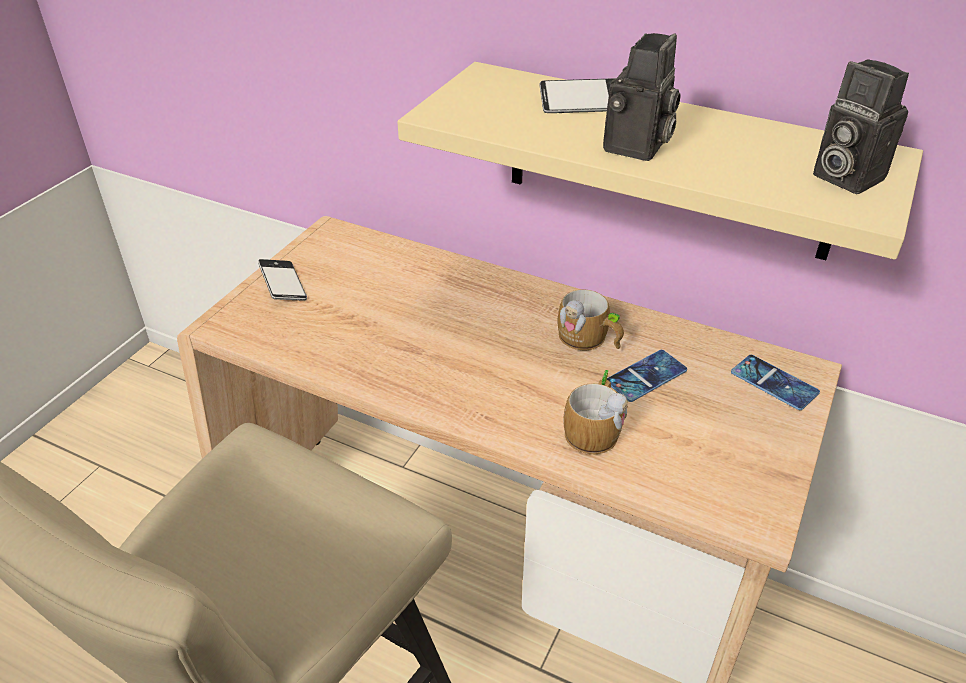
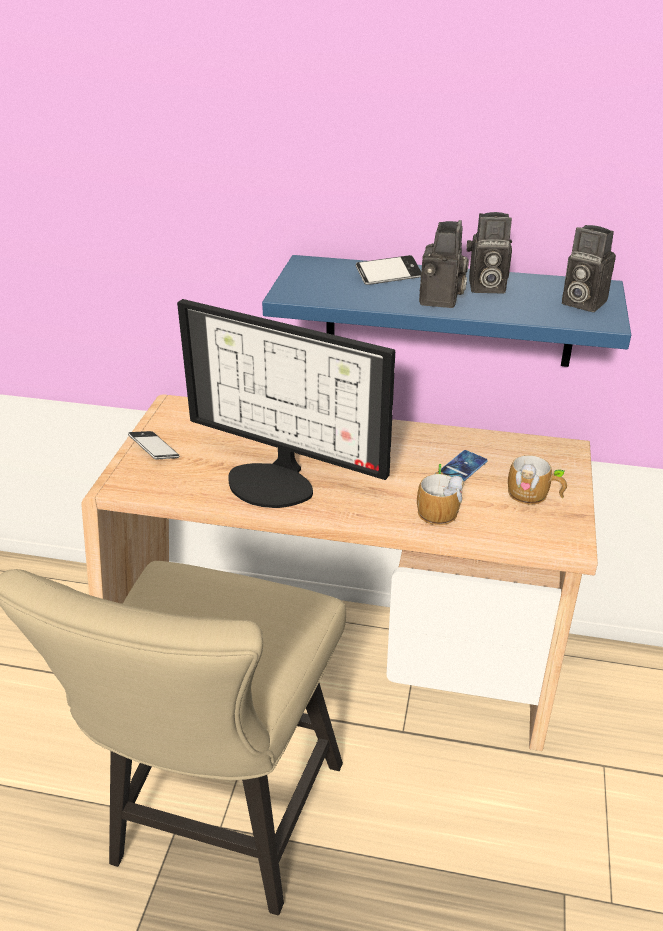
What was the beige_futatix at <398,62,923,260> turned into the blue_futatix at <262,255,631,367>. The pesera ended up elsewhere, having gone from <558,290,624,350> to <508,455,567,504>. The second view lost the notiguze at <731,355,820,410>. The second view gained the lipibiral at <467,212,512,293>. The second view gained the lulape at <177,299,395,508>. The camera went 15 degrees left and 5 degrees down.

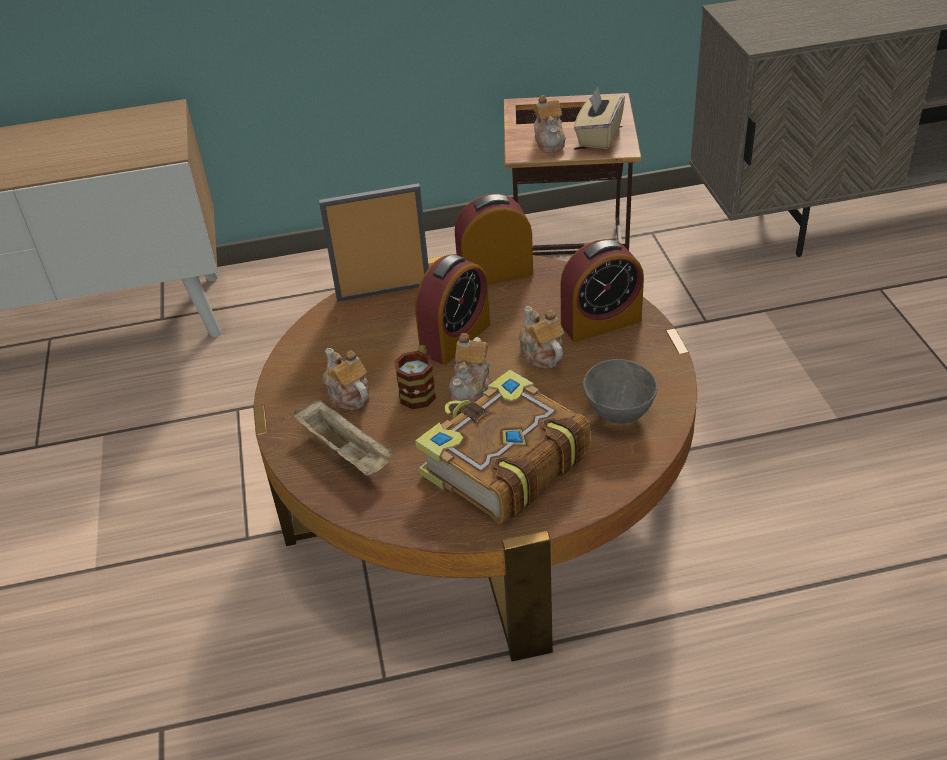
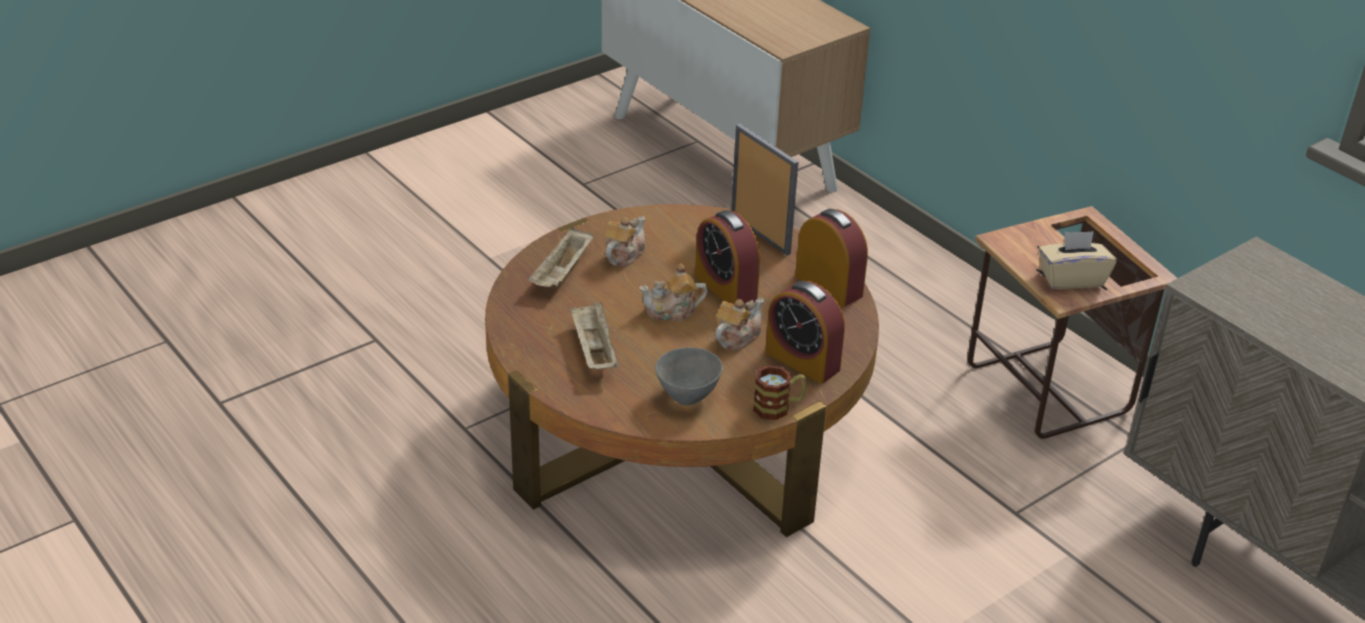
The second view lost the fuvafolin at <534,95,566,153>. The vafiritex at <415,254,490,365> ended up facing another way, 45 degrees clockwise from before. The pesera ended up elsewhere, having gone from <394,345,436,409> to <753,365,807,420>. Where the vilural stood at <415,370,591,523>, the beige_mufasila came to stand at <570,302,618,369>. The camera went 60 degrees right and 5 degrees down.

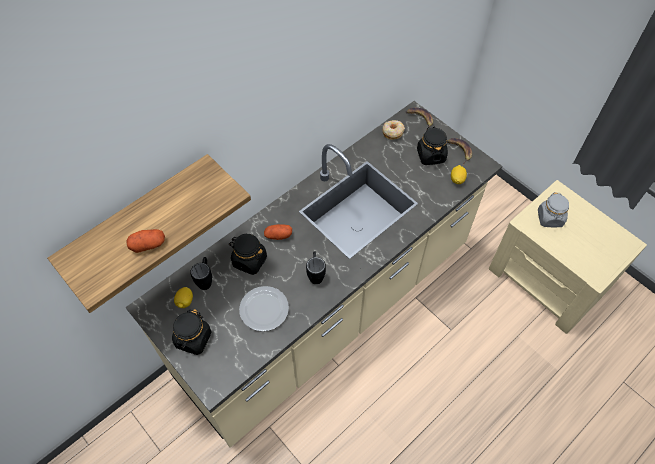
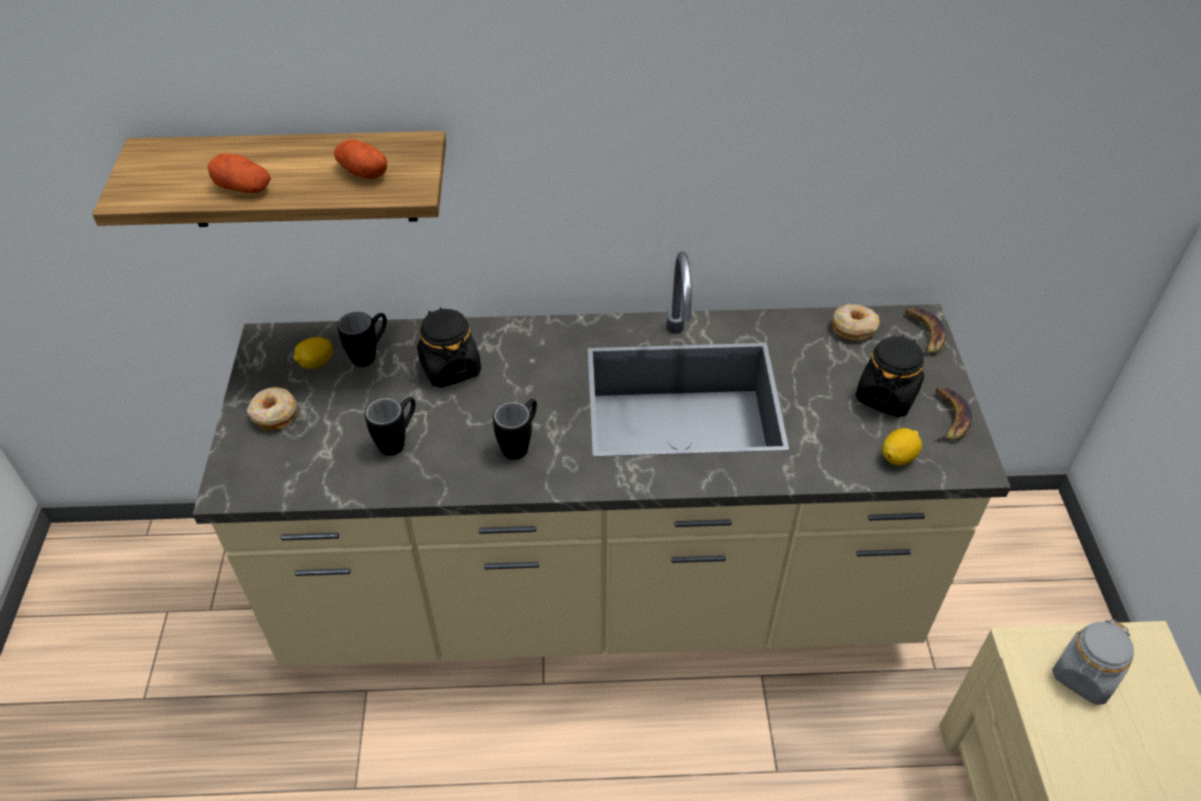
The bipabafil ended up elsewhere, having gone from <264,224,292,240> to <334,140,387,179>. Where the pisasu stood at <239,286,289,331>, the black_pesera came to stand at <365,397,416,456>. Where the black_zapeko stood at <172,309,212,355>, the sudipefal came to stand at <247,387,297,431>. The camera went 40 degrees right and 10 degrees down.

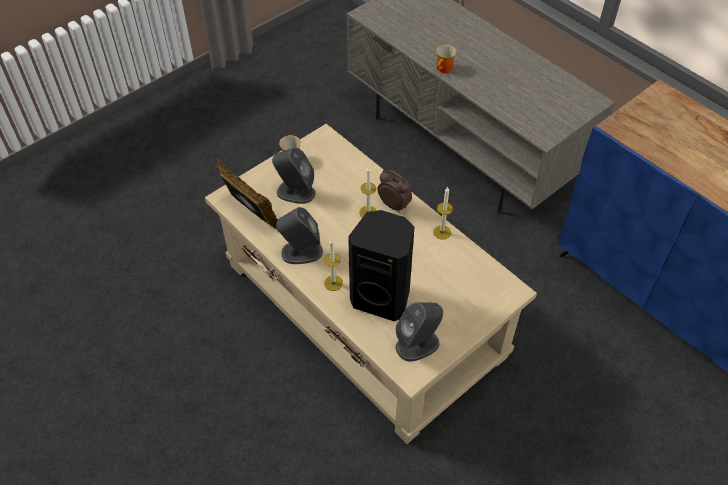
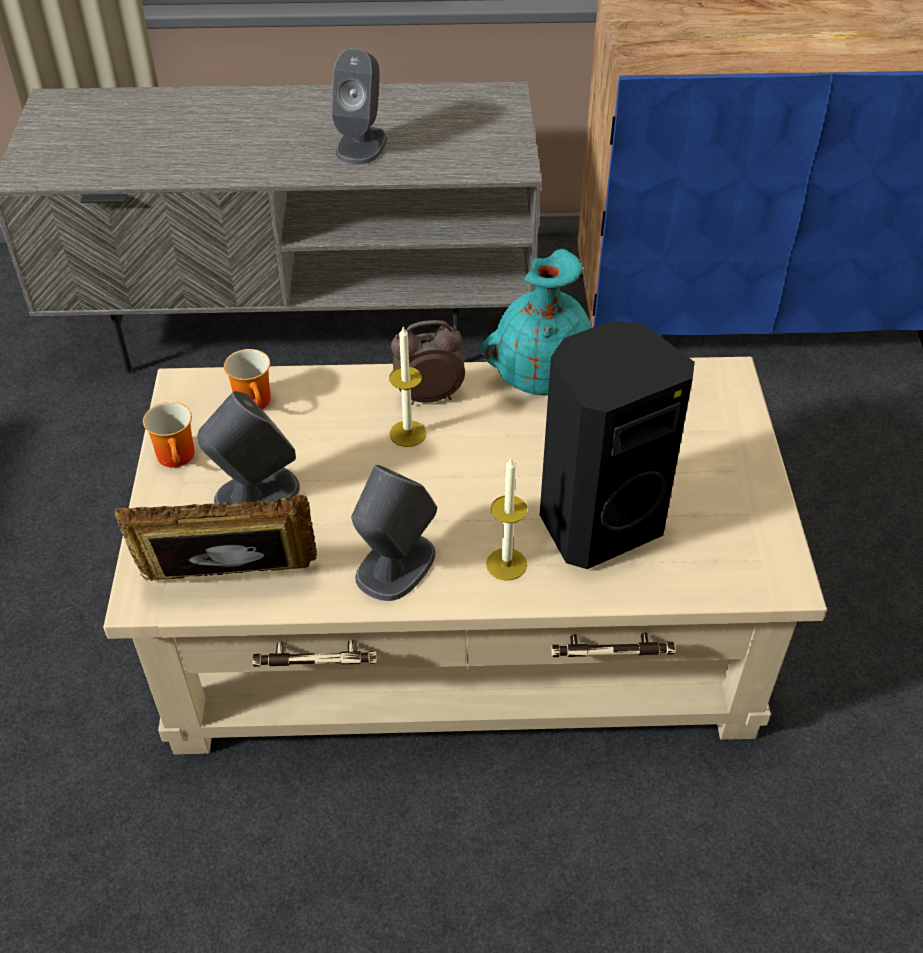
The pesera ended up elsewhere, having gone from <436,45,456,73> to <224,349,271,409>. Where the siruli stood at <433,187,453,240>, the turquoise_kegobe came to stand at <482,249,593,395>. The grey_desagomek ended up elsewhere, having gone from <396,302,443,361> to <331,48,387,164>. The camera went 50 degrees left and 5 degrees down.

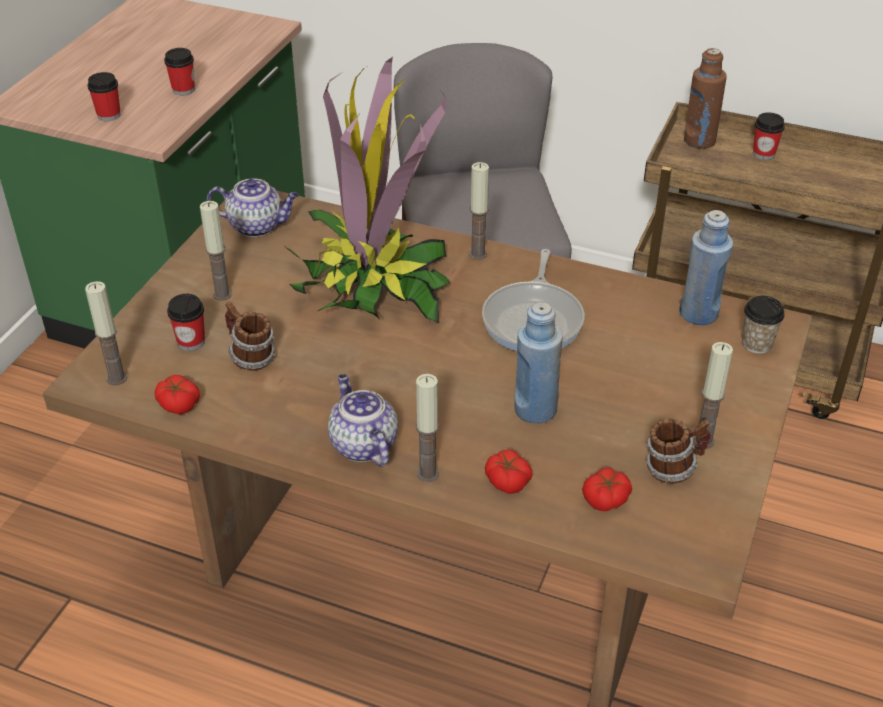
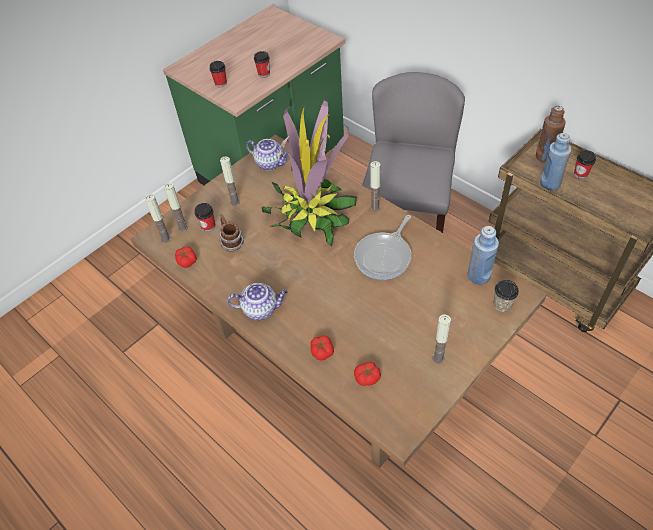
The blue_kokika ended up elsewhere, having gone from <515,302,562,424> to <540,133,572,191>. The fuvafolin at <328,374,398,467> ended up facing another way, 90 degrees clockwise from before. The siruli ended up elsewhere, having gone from <416,374,439,482> to <164,183,188,232>. The second view lost the pesera at <645,418,711,484>. The camera went 25 degrees right and 10 degrees up.

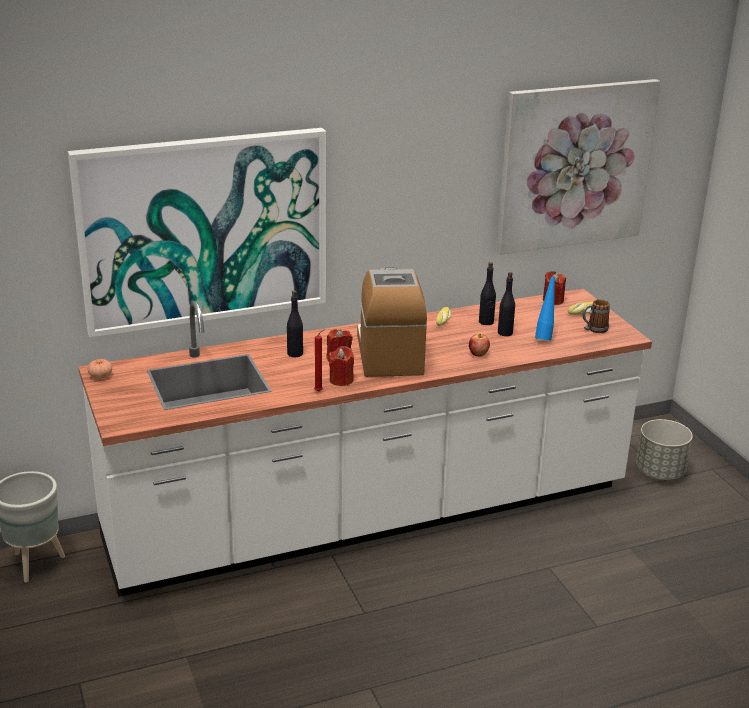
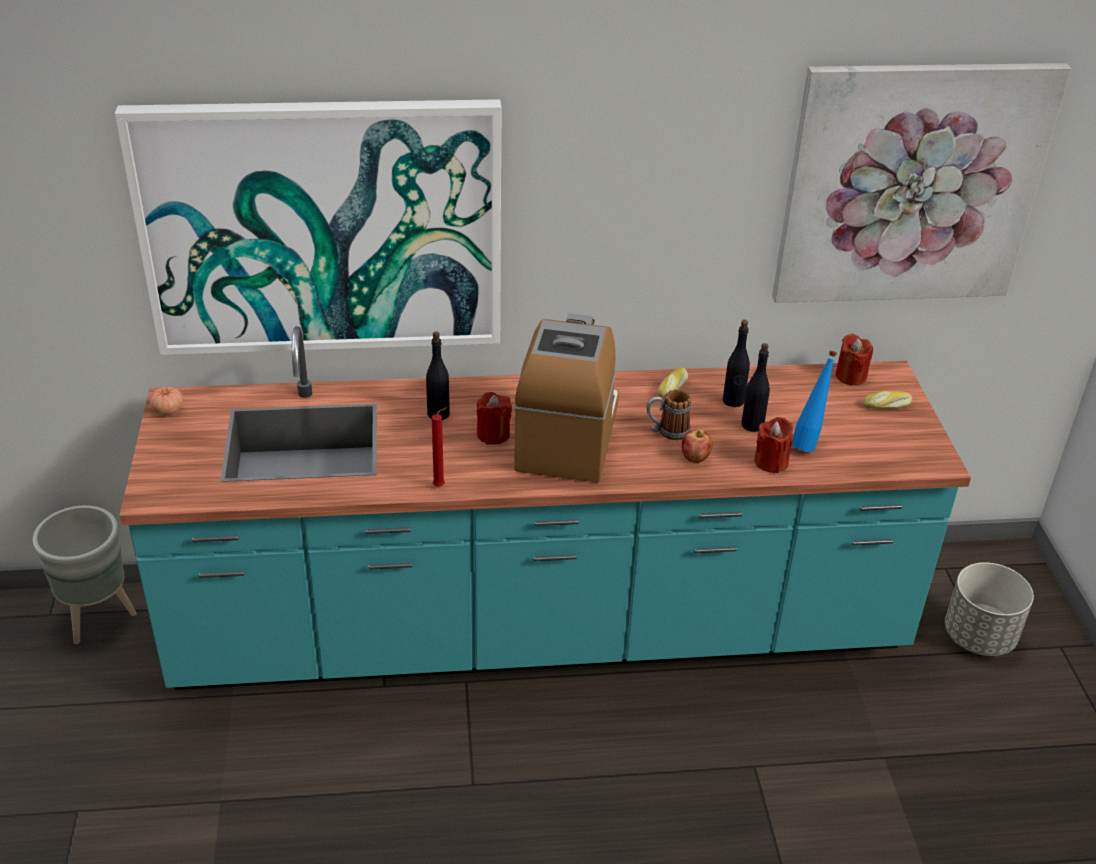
What was the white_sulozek at <78,289,652,597> turned into the turquoise_sulozek at <119,326,971,690>. The pesera ended up elsewhere, having gone from <582,299,610,333> to <646,389,691,440>. The red_siruli ended up elsewhere, having gone from <329,346,354,386> to <754,417,793,473>. The camera went 15 degrees right and 10 degrees up.

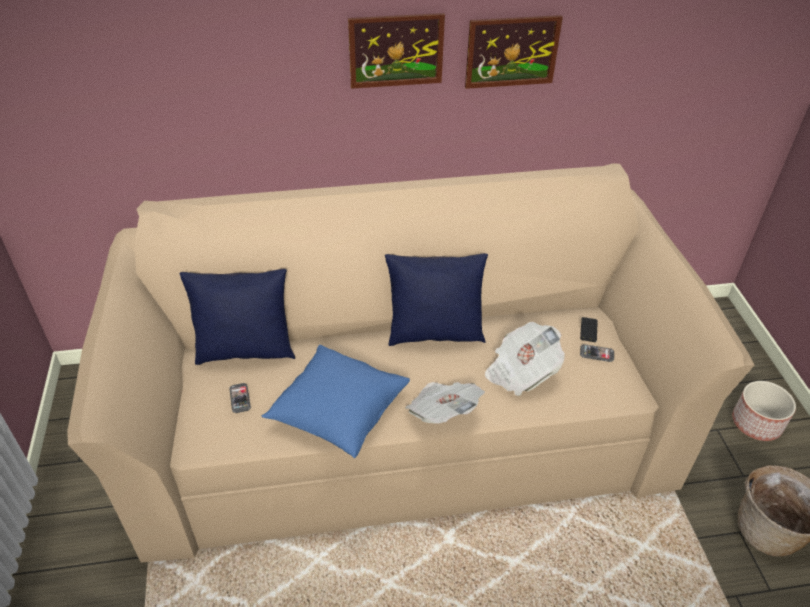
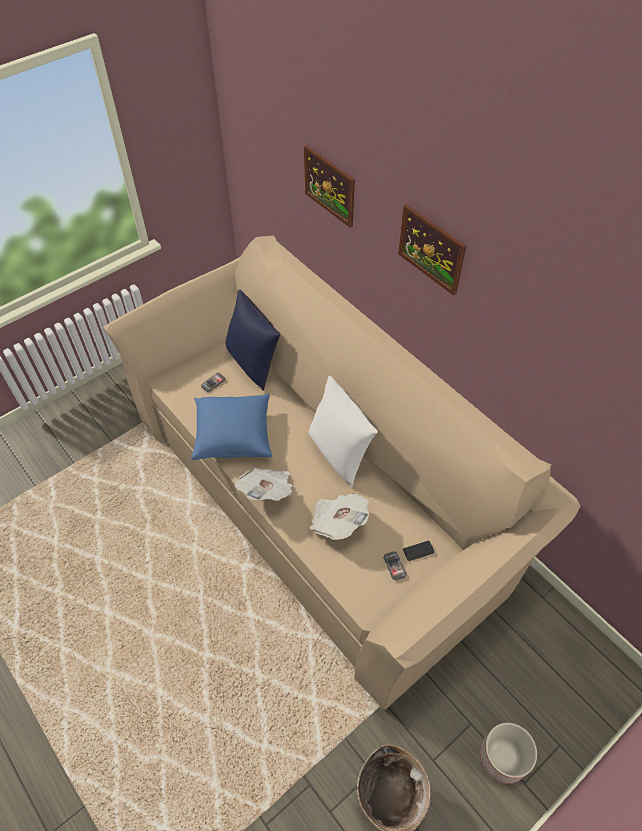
The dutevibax ended up elsewhere, having gone from <465,15,563,89> to <304,145,355,228>. What was the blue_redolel at <385,253,488,346> turned into the white_redolel at <308,376,378,487>. The camera went 60 degrees right and 10 degrees up.

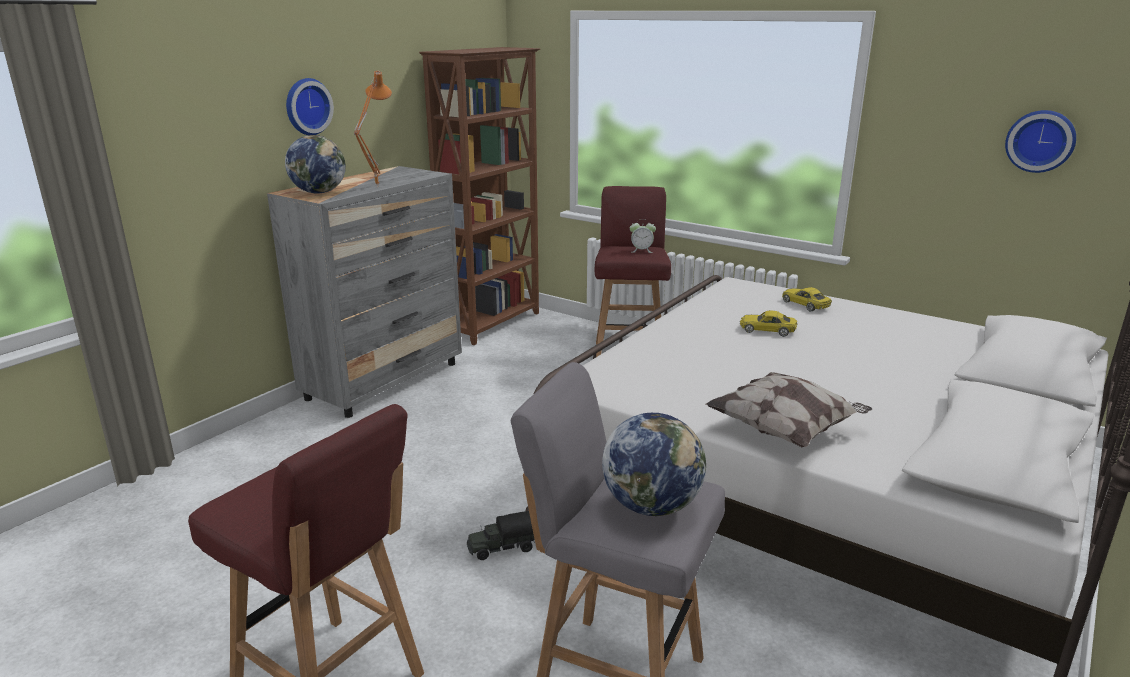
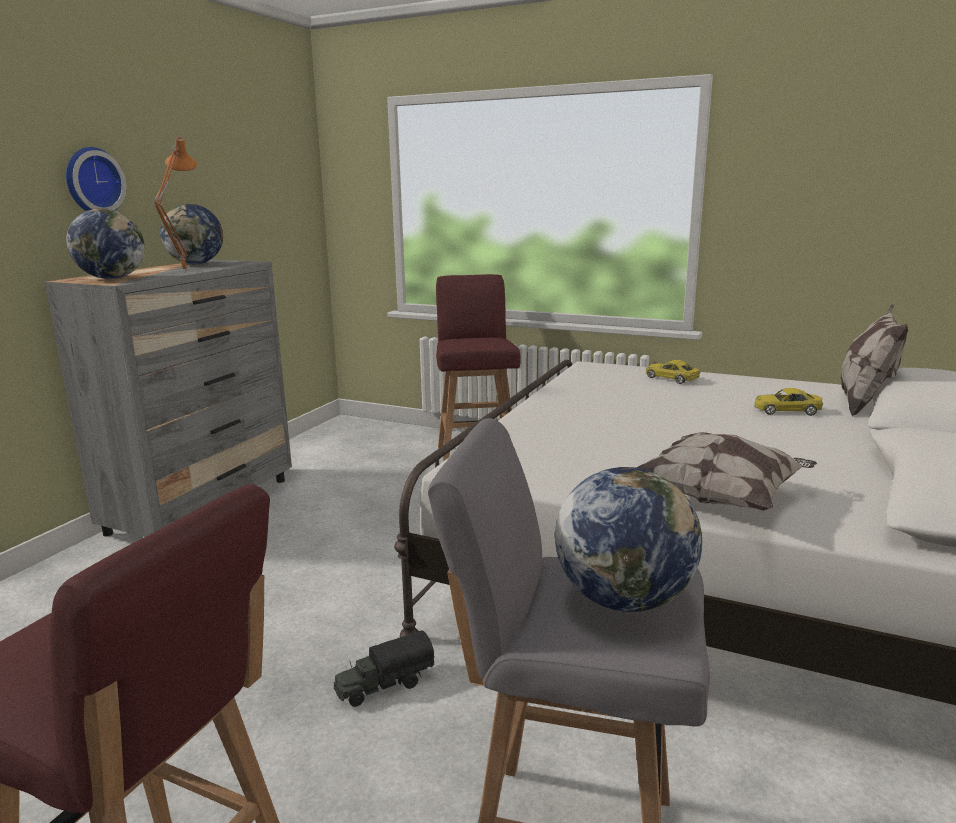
The second view lost the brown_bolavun at <419,47,540,345>. The second view lost the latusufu at <1005,110,1076,173>. The second view lost the vafiritex at <630,219,656,253>. The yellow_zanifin ended up elsewhere, having gone from <740,310,797,337> to <755,388,823,416>. The second view gained the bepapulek at <160,204,223,264>. The second view gained the redolel at <841,304,908,416>. The camera went 10 degrees left and 5 degrees down.

